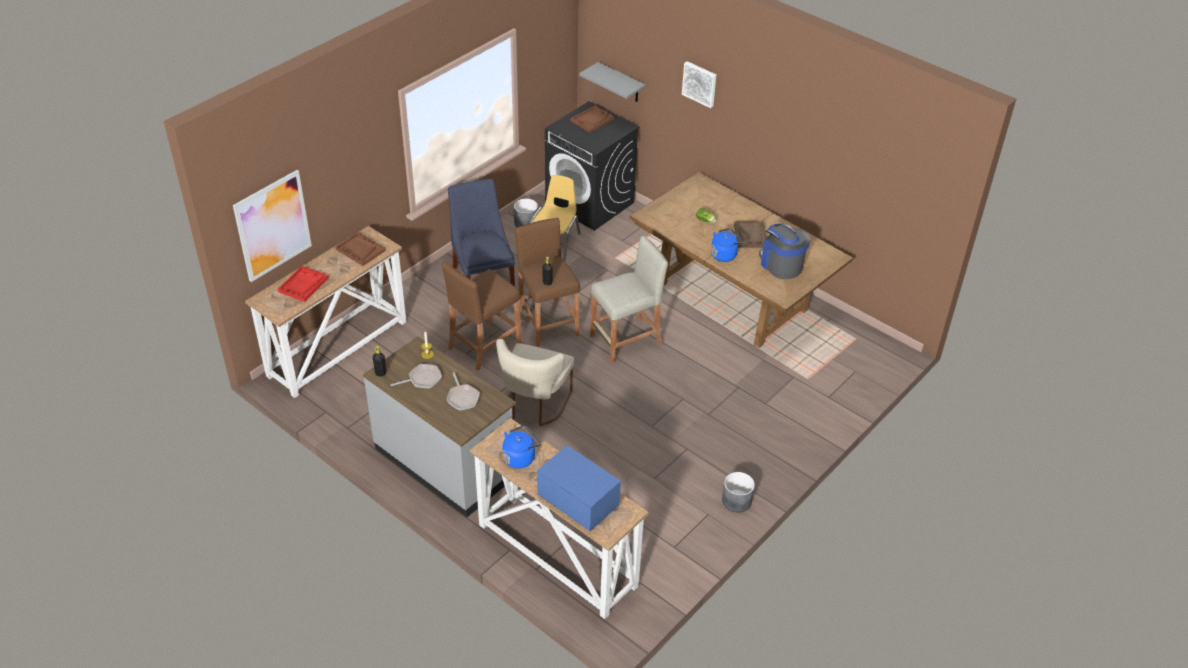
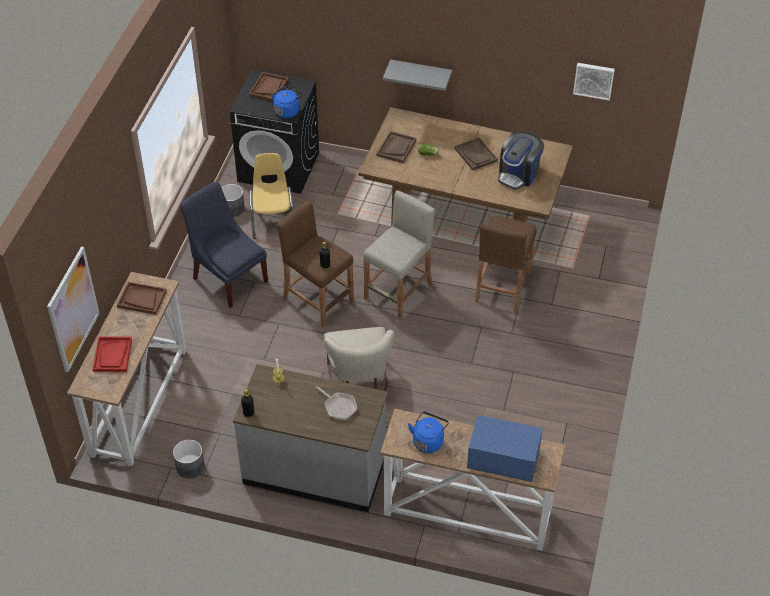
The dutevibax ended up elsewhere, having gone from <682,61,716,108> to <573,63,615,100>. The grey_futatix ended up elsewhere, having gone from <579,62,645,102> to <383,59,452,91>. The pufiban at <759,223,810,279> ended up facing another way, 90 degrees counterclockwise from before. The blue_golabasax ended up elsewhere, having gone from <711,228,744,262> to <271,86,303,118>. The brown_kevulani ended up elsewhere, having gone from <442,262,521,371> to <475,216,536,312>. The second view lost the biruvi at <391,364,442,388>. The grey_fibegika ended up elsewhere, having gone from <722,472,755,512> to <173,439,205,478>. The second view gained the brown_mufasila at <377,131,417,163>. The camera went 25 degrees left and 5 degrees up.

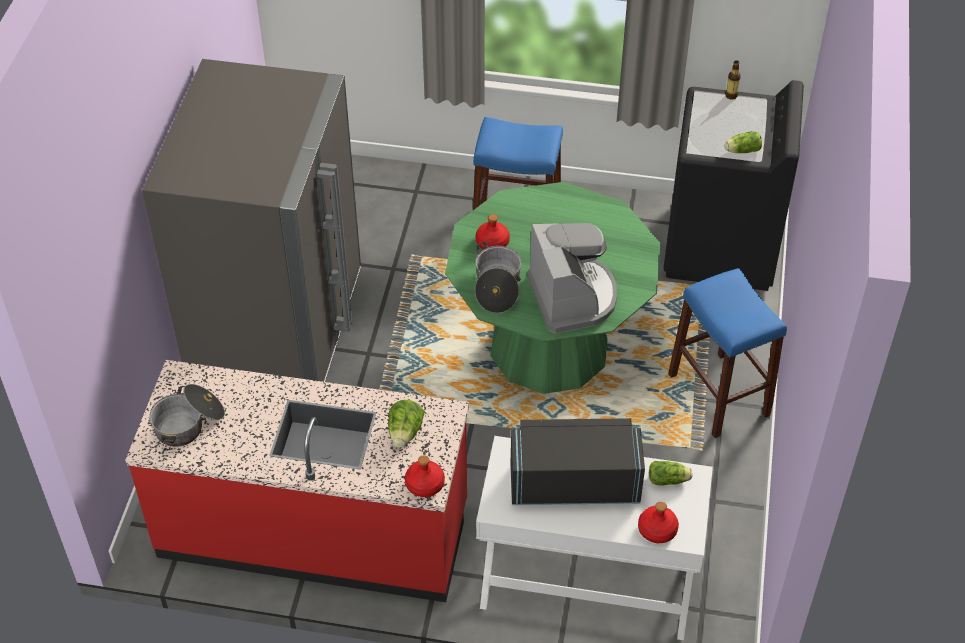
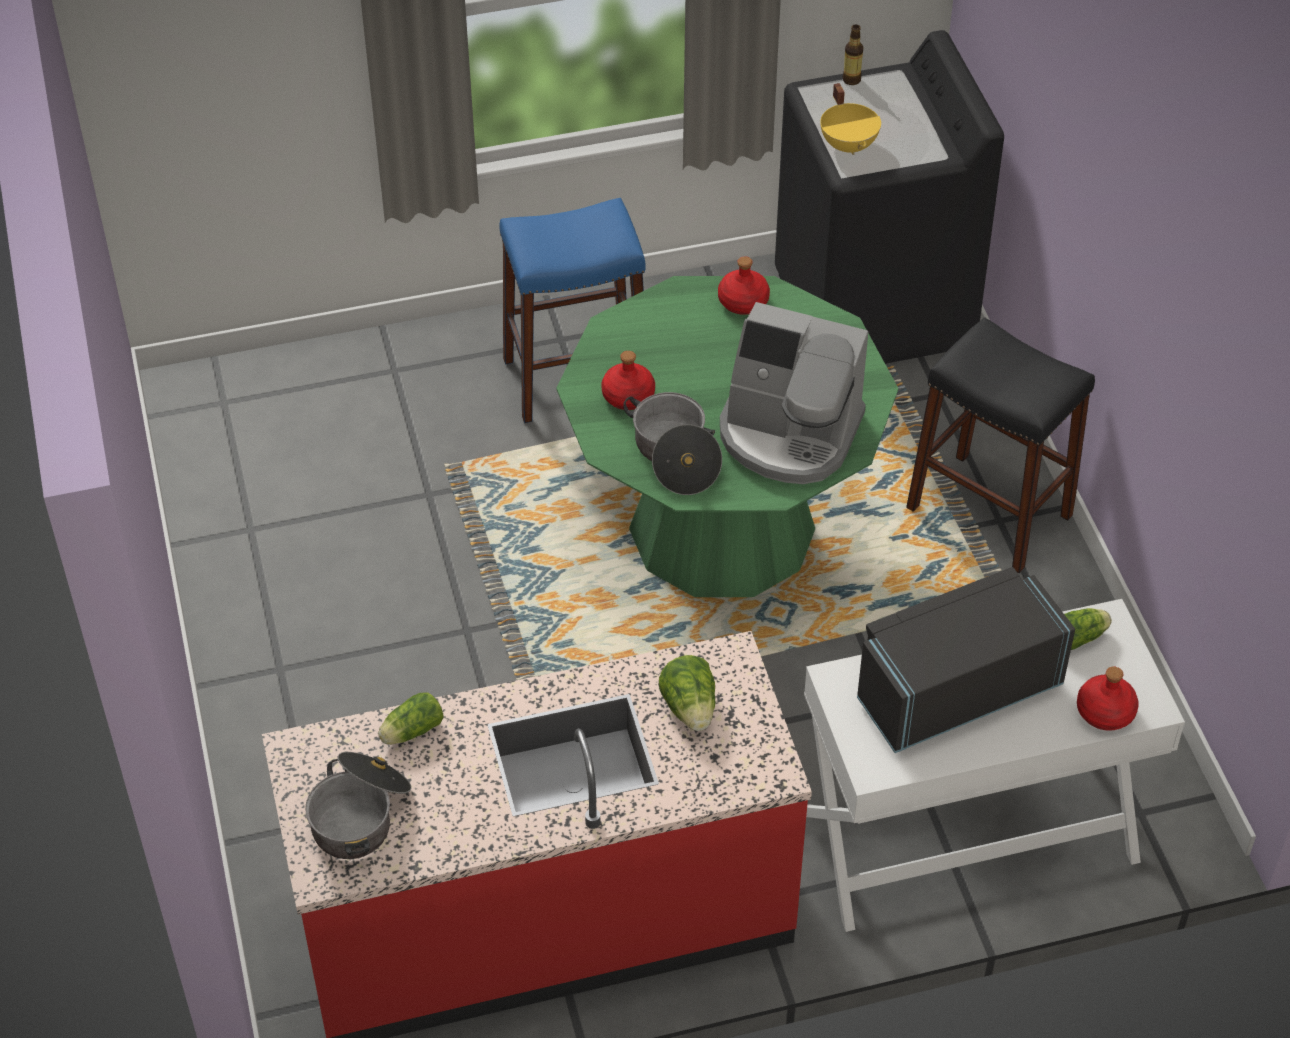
The second view lost the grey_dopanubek at <142,59,361,382>. The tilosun ended up elsewhere, having gone from <724,131,762,153> to <378,692,444,745>. The pufiban at <527,223,617,334> ended up facing another way, 150 degrees clockwise from before. What was the blue_kevulani at <668,268,787,438> turned into the black_kevulani at <906,317,1095,573>. The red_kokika ended up elsewhere, having gone from <405,455,445,497> to <718,257,770,315>. The second view gained the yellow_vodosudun at <820,83,881,155>. The camera went 25 degrees left and 0 degrees up.

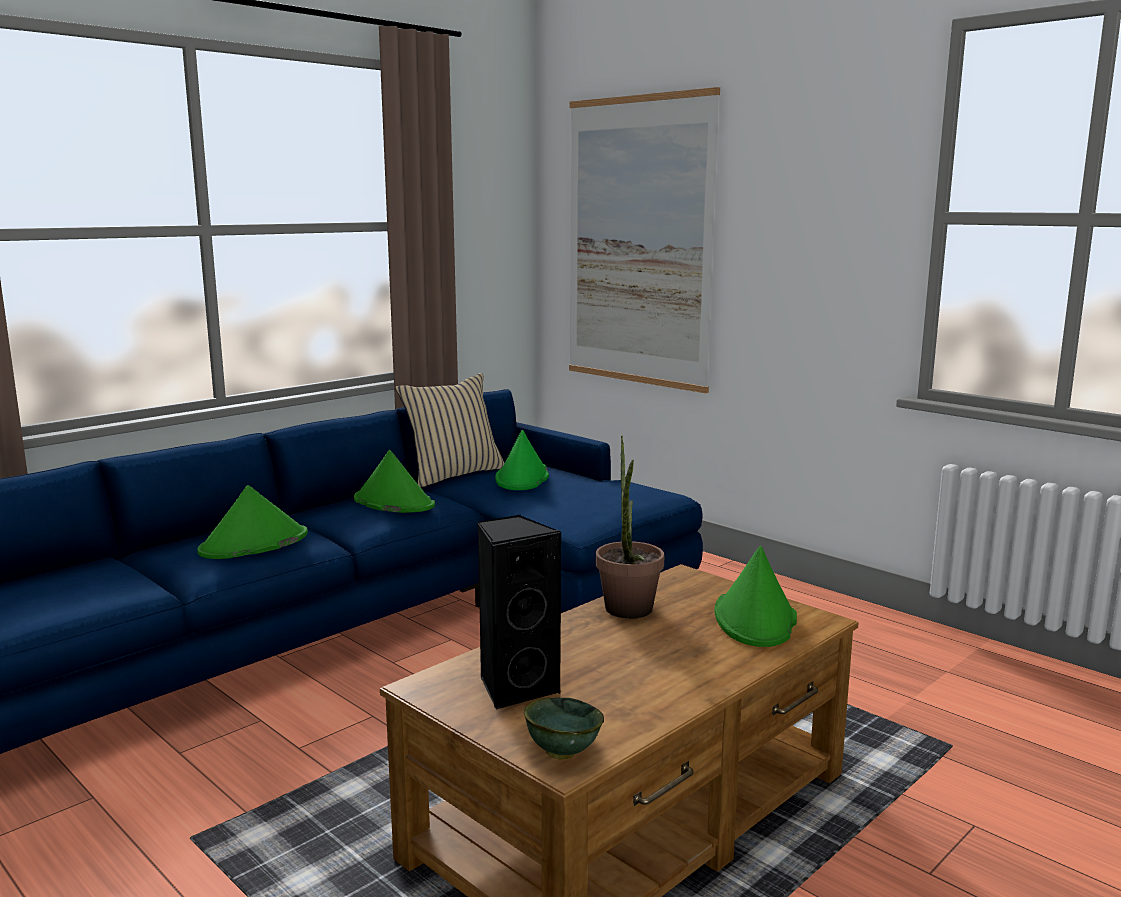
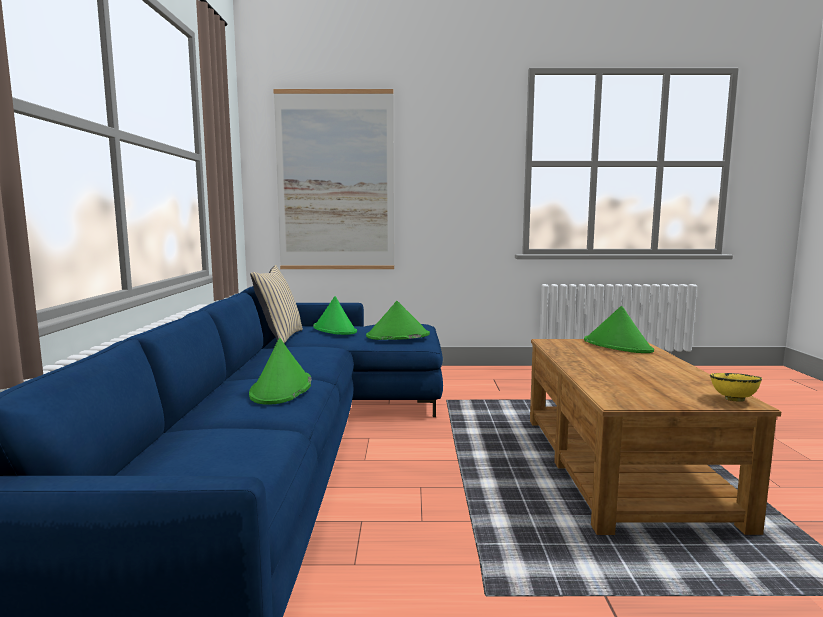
The second view lost the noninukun at <596,435,664,619>. The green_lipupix ended up elsewhere, having gone from <354,450,435,513> to <366,301,430,340>. The second view lost the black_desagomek at <477,515,562,710>. What was the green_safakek at <524,698,604,760> turned into the yellow_safakek at <710,373,762,402>. The camera went 45 degrees left and 5 degrees down.

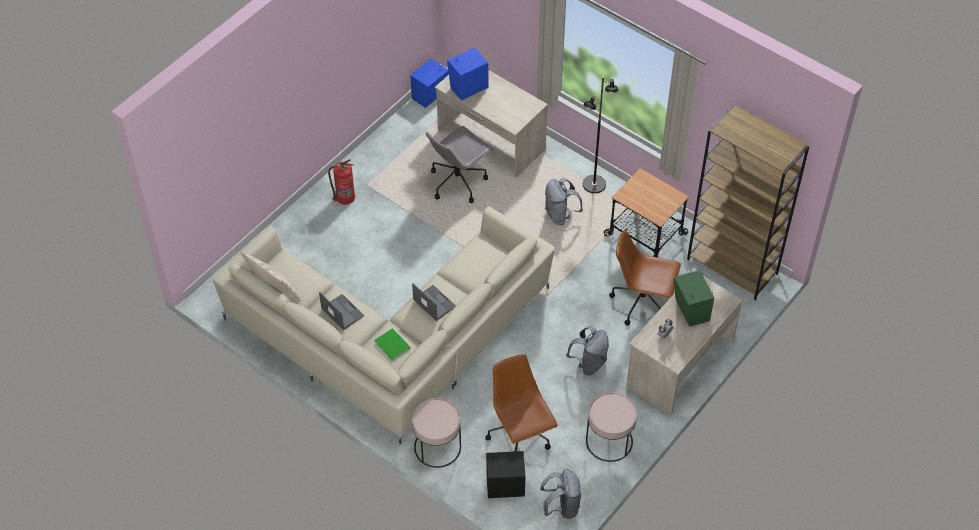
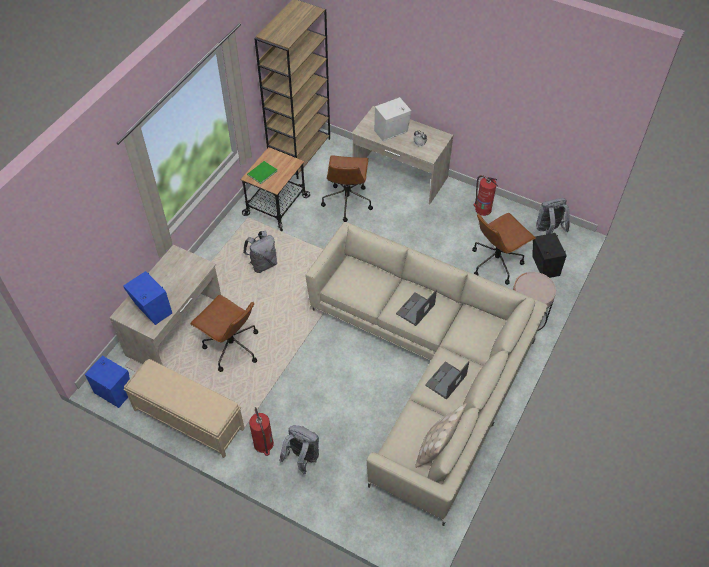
The second view lost the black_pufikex at <583,77,618,193>. What was the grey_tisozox at <425,126,493,203> turned into the brown_tisozox at <190,295,258,372>. What was the green_desagomek at <673,270,714,327> turned into the white_desagomek at <374,97,411,141>. The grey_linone ended up elsewhere, having gone from <566,326,609,376> to <279,425,319,474>. The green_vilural ended up elsewhere, having gone from <374,328,410,360> to <247,161,277,184>. Where the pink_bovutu stood at <586,392,637,462>, the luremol came to stand at <473,175,498,216>. The second view gained the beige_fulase at <123,359,245,458>. The camera went 100 degrees left and 0 degrees up.

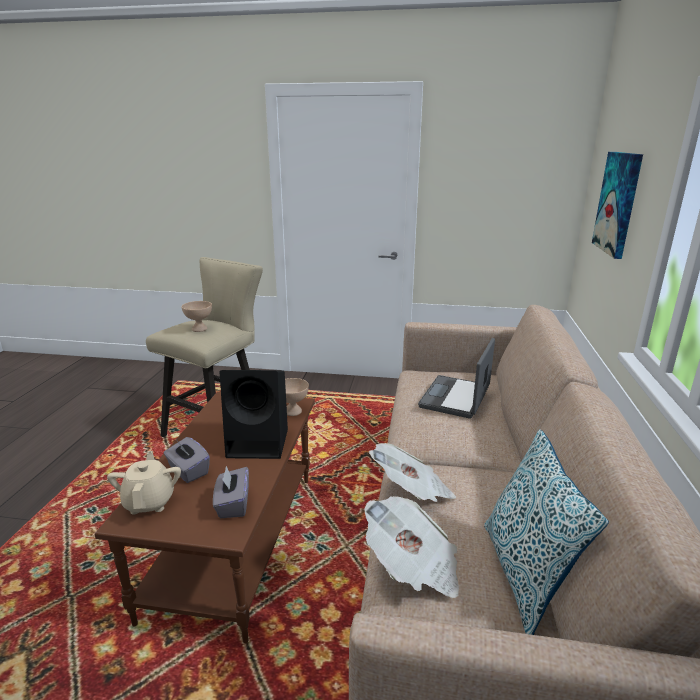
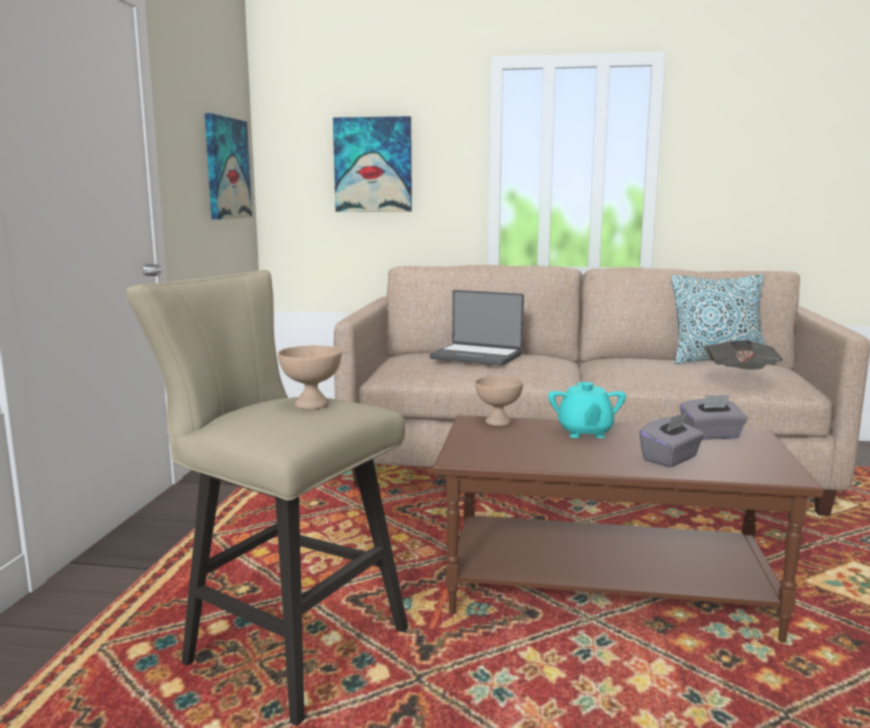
Where the black_desagomek stood at <220,370,288,459>, the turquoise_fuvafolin came to stand at <548,382,626,438>. The second view lost the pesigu at <369,443,456,502>. The second view lost the beige_fuvafolin at <107,451,181,515>. The second view gained the dutevibax at <205,113,252,220>. The camera went 90 degrees left and 10 degrees down.

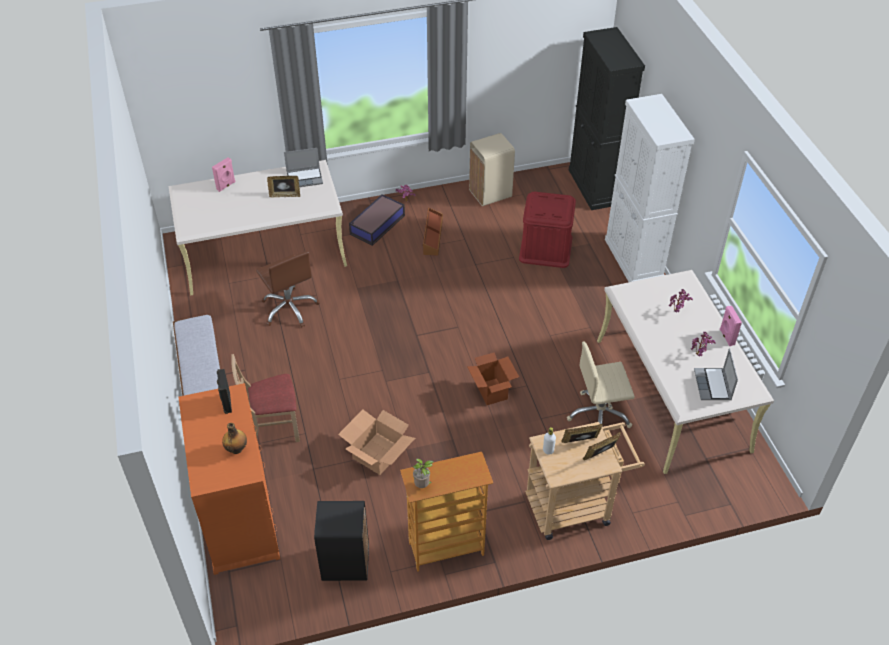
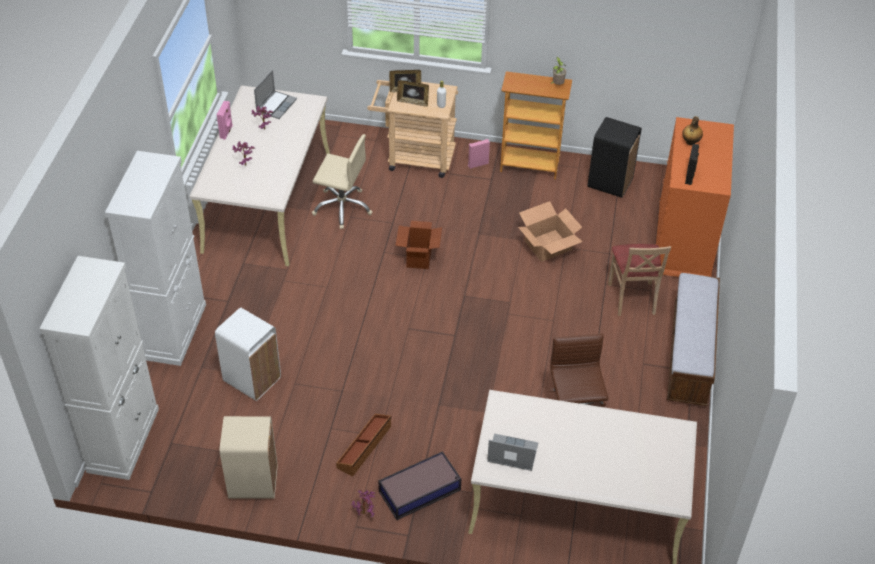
What was the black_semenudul at <569,27,645,210> turned into the white_semenudul at <39,256,159,480>. The pink_desagomek ended up elsewhere, having gone from <212,158,236,192> to <468,139,490,169>. The second view lost the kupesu at <267,176,300,198>. Where the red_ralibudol stood at <519,192,576,268>, the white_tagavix came to stand at <215,308,281,401>. The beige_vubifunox at <231,354,300,442> ended up facing another way, 75 degrees clockwise from before. The camera went 155 degrees left and 0 degrees up.

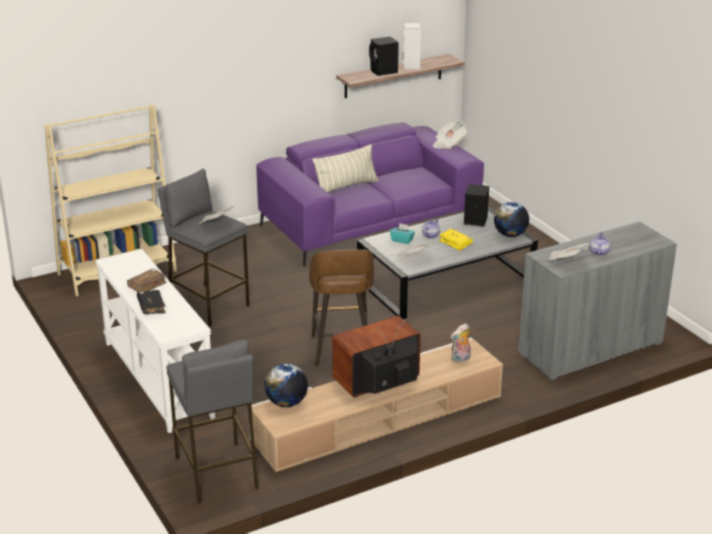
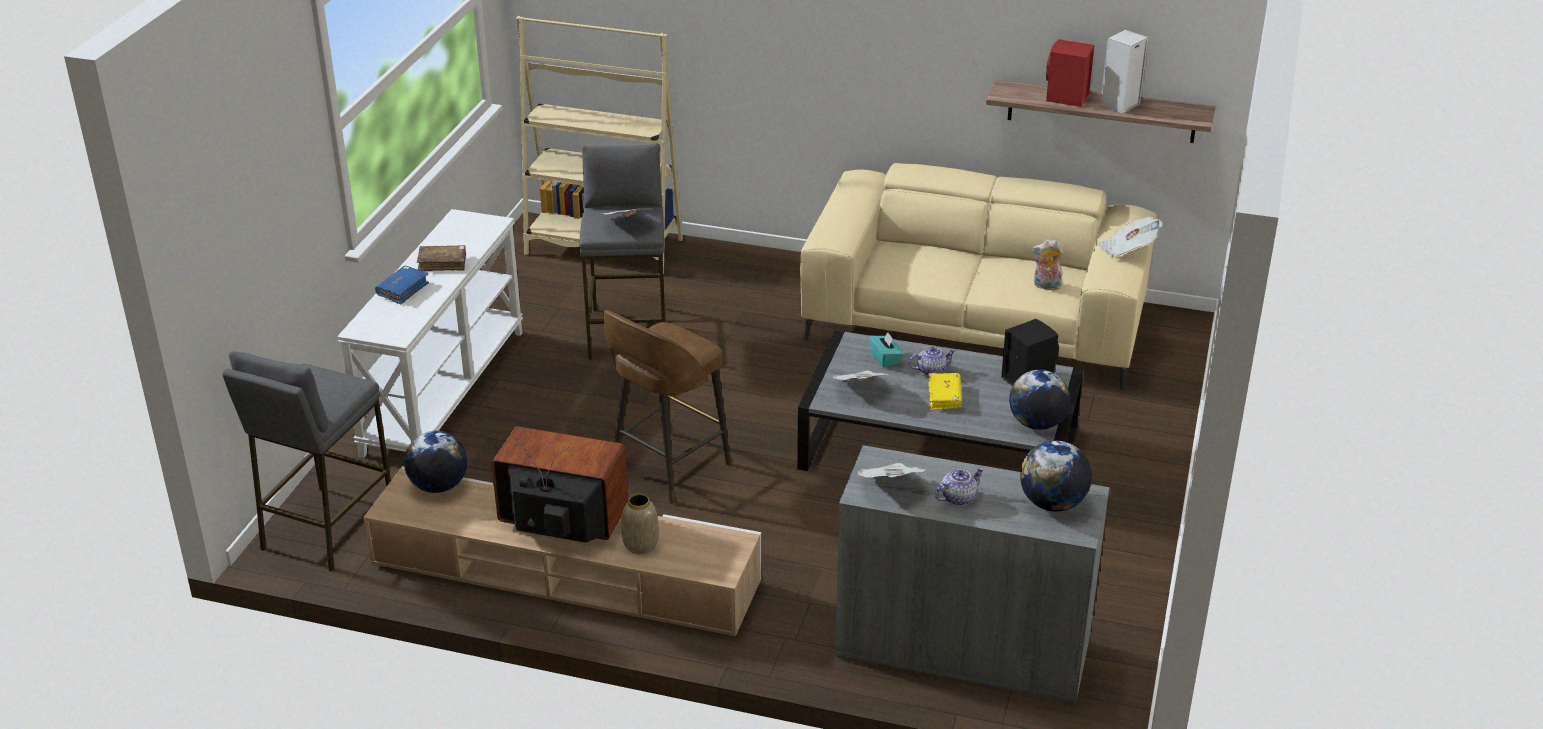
What was the black_desagomek at <369,36,399,76> turned into the red_desagomek at <1046,39,1094,107>. What was the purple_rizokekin at <256,122,484,267> turned into the beige_rizokekin at <800,163,1157,391>. The second view lost the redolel at <312,144,379,193>. What was the black_vilural at <137,290,166,314> turned into the blue_vilural at <375,266,429,304>. The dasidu ended up elsewhere, having gone from <451,323,471,363> to <1032,239,1063,290>. The second view gained the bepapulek at <1020,441,1092,512>. The second view gained the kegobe at <622,494,659,554>. The camera went 45 degrees right and 5 degrees up.

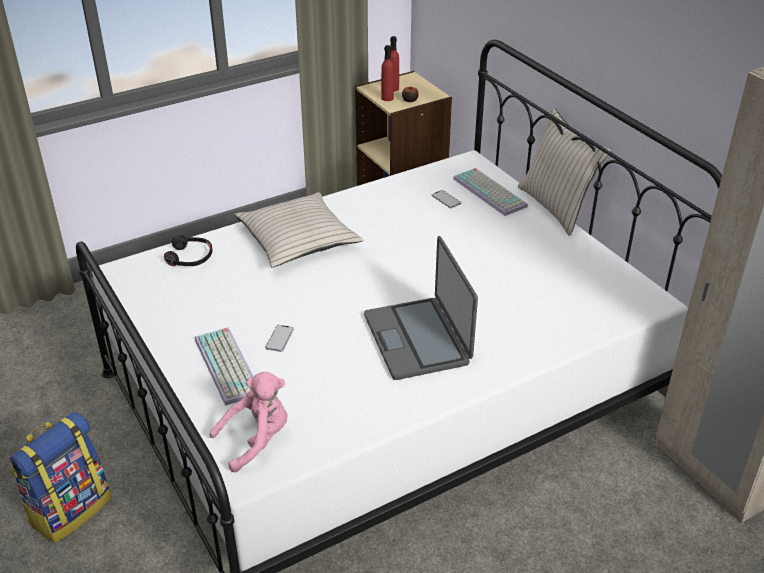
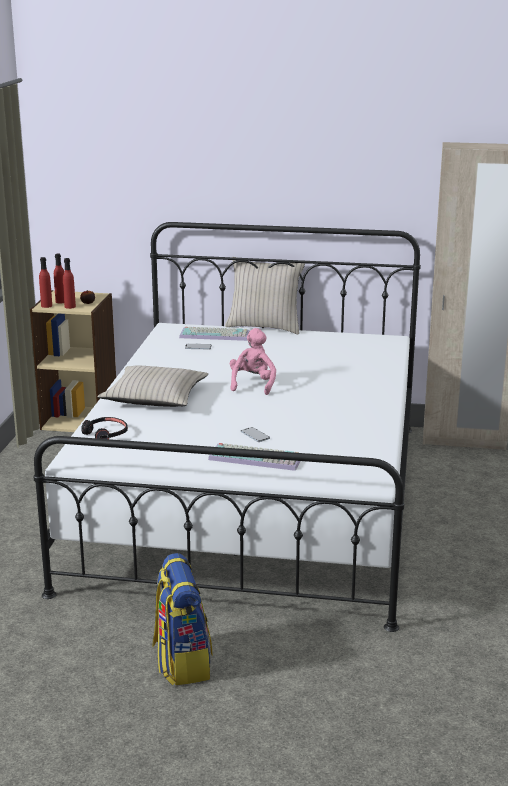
The second view lost the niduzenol at <364,236,478,380>. The pink_dasidu ended up elsewhere, having gone from <210,372,288,472> to <230,328,276,395>. The second view gained the red_kokika at <39,257,52,308>. The camera went 50 degrees left and 15 degrees down.

